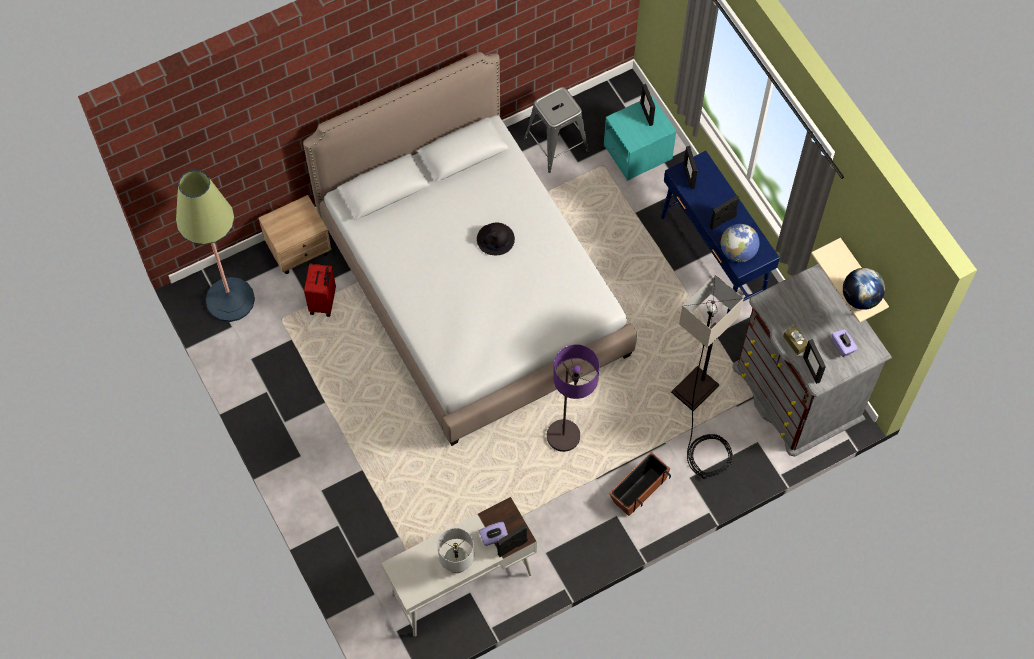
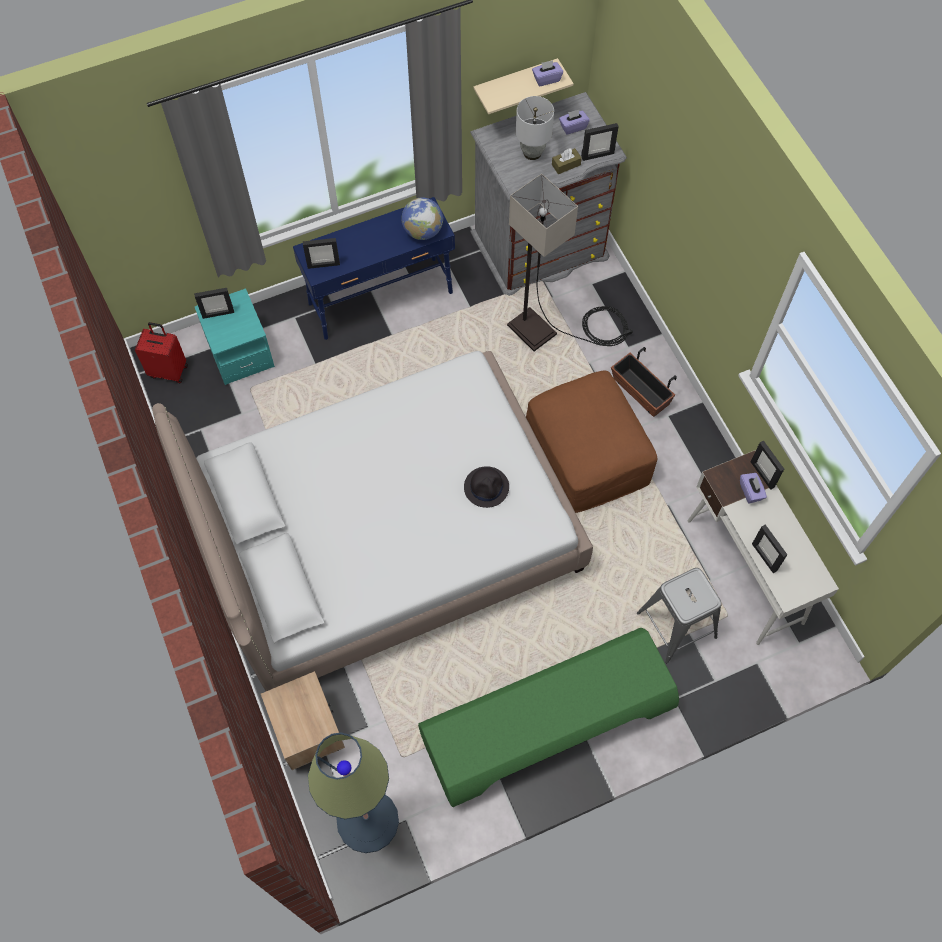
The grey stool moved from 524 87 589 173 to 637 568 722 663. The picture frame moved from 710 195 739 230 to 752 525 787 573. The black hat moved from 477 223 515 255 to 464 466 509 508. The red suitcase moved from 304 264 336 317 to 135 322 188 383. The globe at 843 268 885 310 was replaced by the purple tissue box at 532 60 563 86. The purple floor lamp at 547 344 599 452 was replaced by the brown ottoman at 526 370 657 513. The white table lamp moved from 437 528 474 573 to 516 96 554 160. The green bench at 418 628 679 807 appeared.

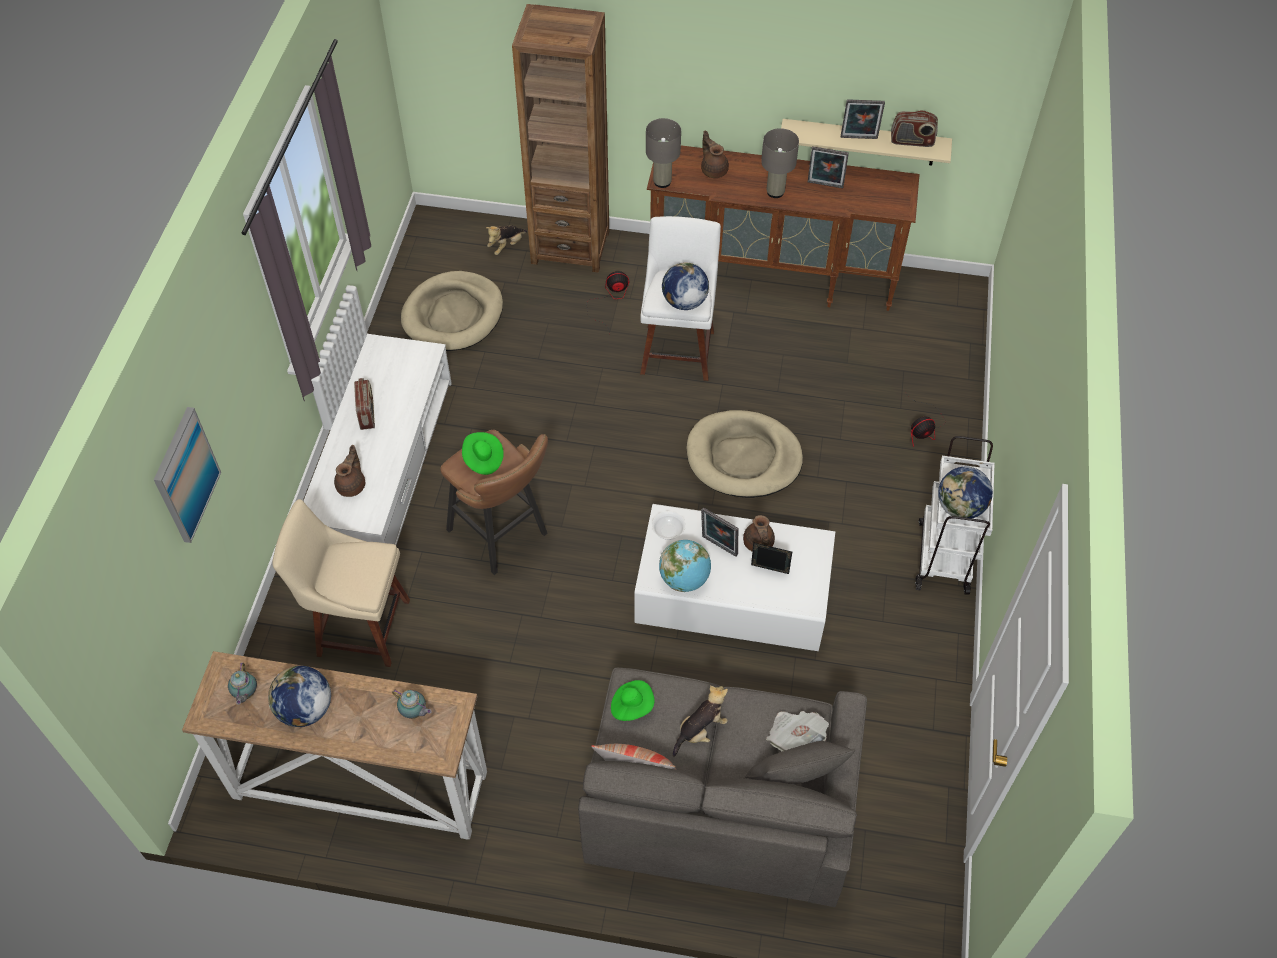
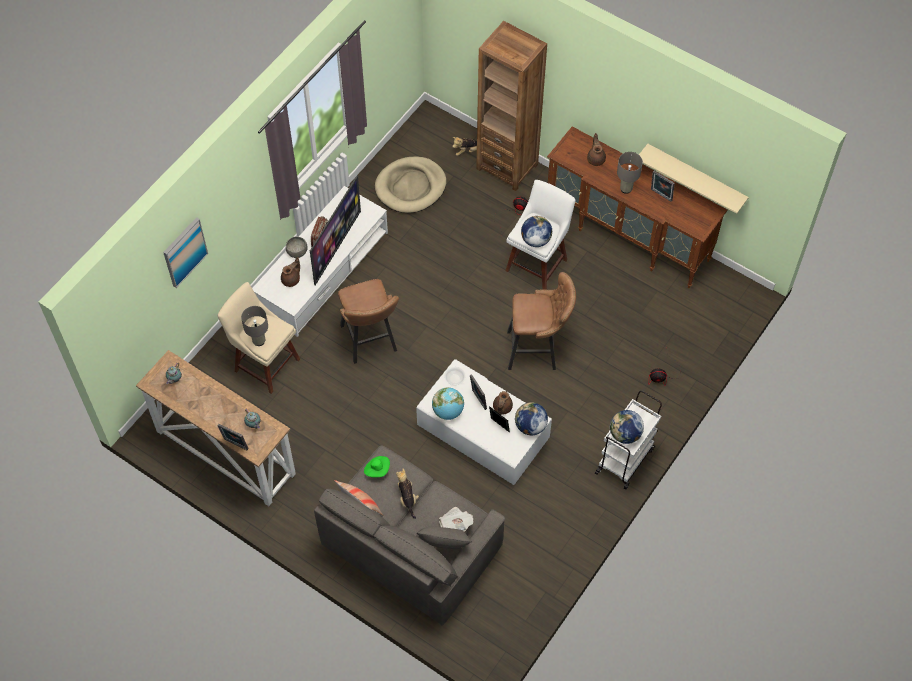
The picture frame moved from 841 100 885 139 to 218 424 249 450. The radio at 891 110 938 147 disappeared. The grey table lamp moved from 646 118 681 188 to 241 306 268 346. The beige dog bed at 687 410 803 498 was replaced by the brown stool at 507 272 576 370. The green hat at 462 432 504 475 disappeared. The globe moved from 268 666 331 727 to 515 402 548 435. The plush toy at 673 685 728 757 turned 90 degrees counterclockwise. The television at 310 176 361 285 appeared. The grey bowl at 286 237 308 258 appeared.

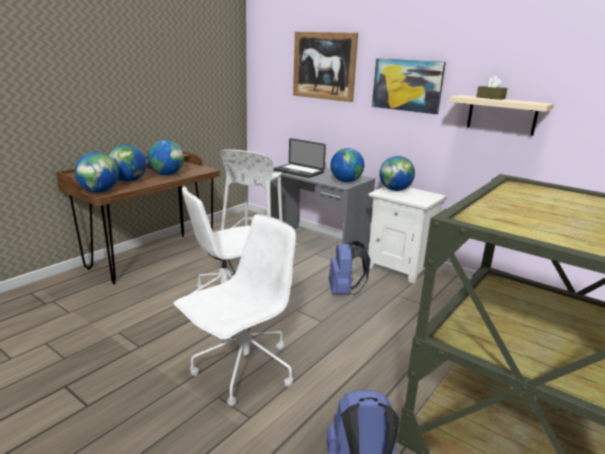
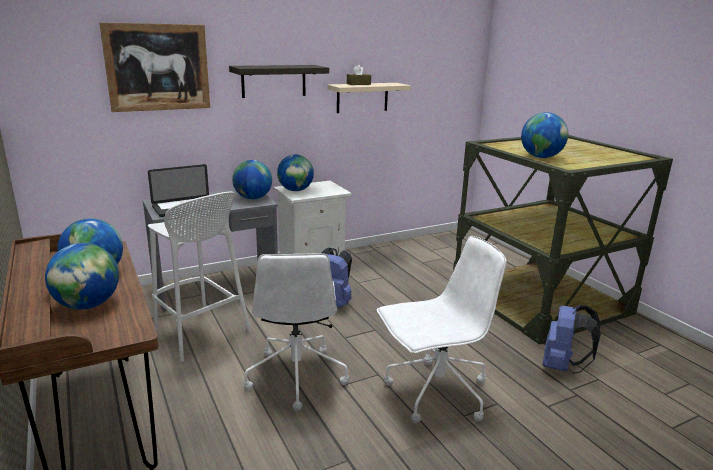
The picture at 372 58 446 115 was replaced by the shelf at 229 65 329 98. The globe moved from 75 152 119 193 to 521 112 568 158. The white office chair at 173 214 296 407 turned 90 degrees clockwise.

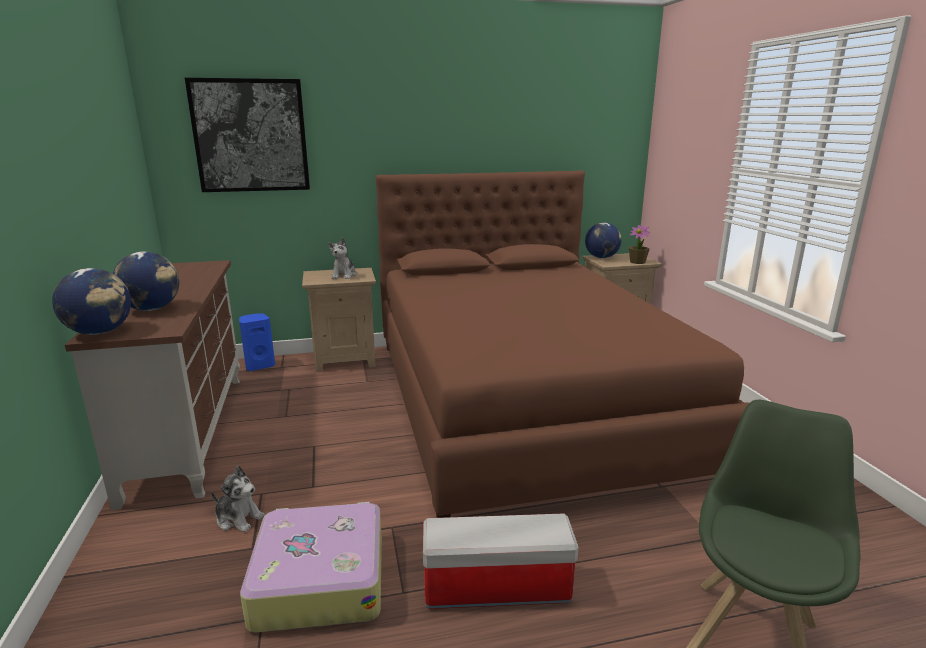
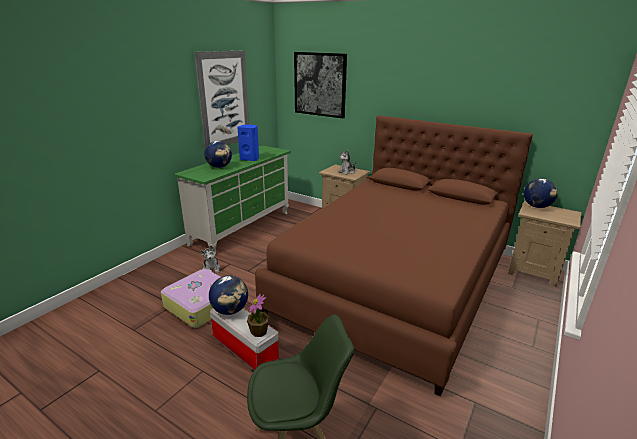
The potted plant moved from 629 225 651 264 to 247 294 270 337. The brown dresser at 65 260 240 511 became the green dresser at 174 146 291 254. The globe moved from 52 268 131 335 to 209 275 248 315. The blue speaker moved from 239 313 275 371 to 237 124 259 161. The picture at 194 50 249 148 appeared.

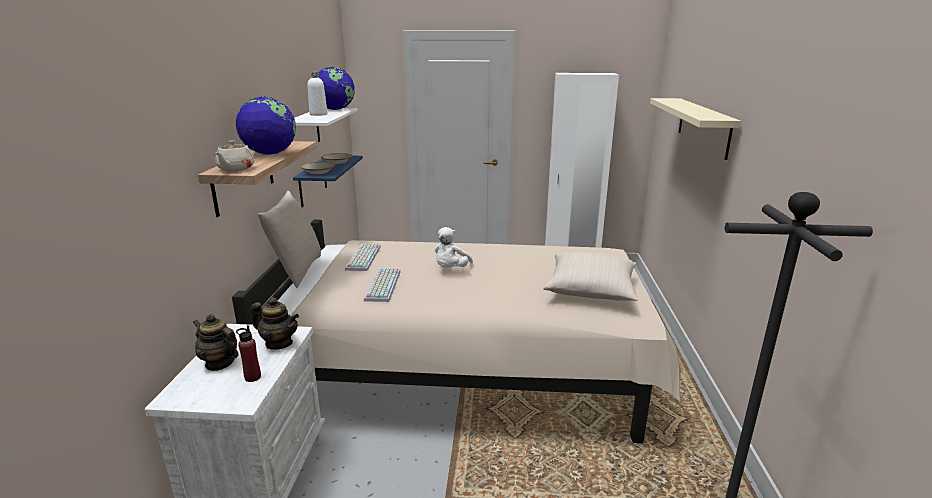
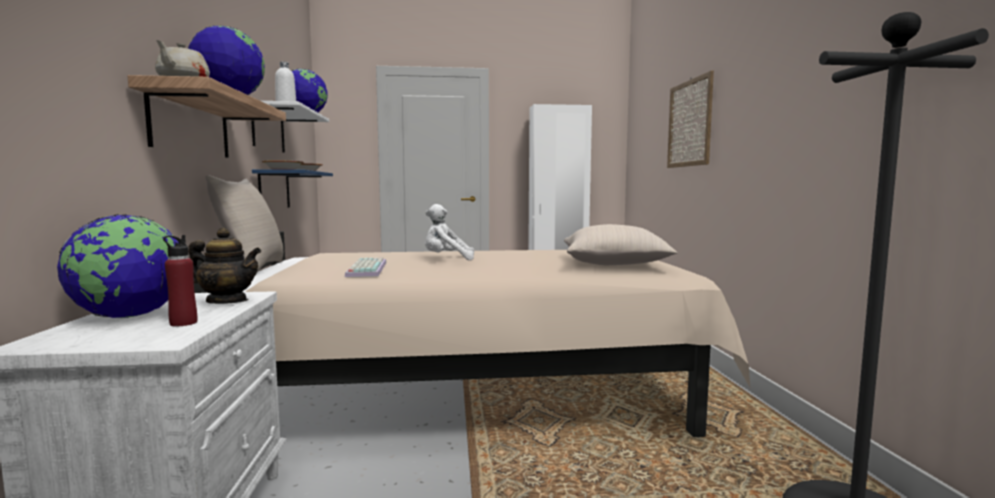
The beige shelf at 650 98 741 160 was replaced by the picture at 667 71 714 168. The white plush toy at 435 227 473 267 turned 75 degrees clockwise. The keyboard at 345 244 381 271 disappeared. The teapot at 193 314 239 371 was replaced by the globe at 57 214 179 318.

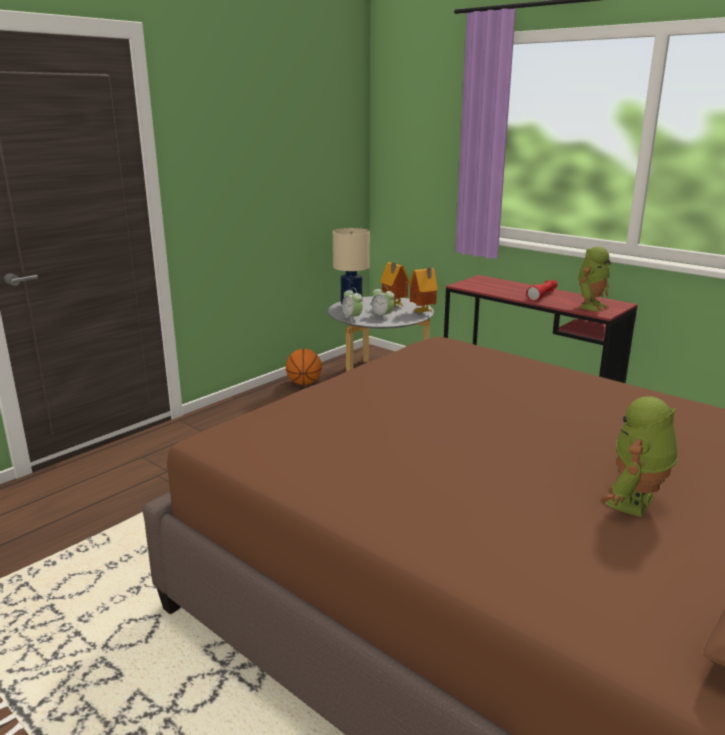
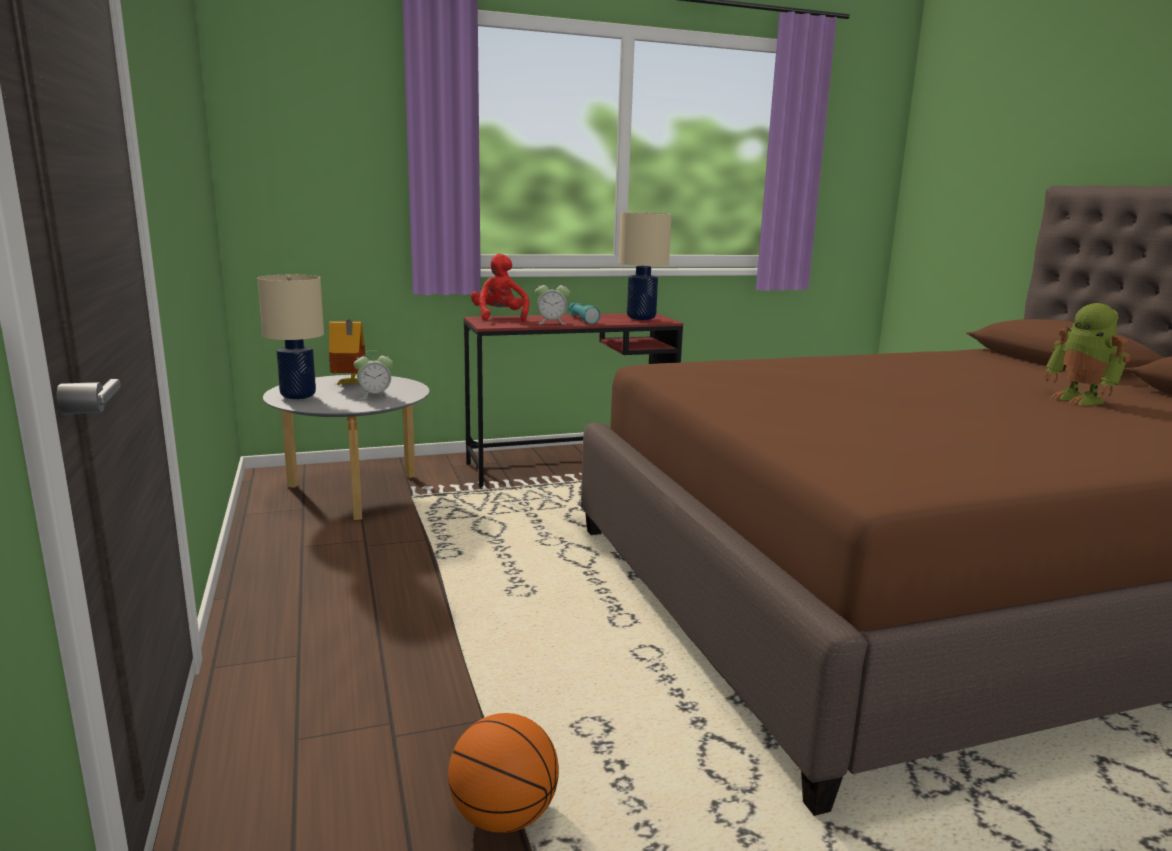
The toy robot at 578 246 611 311 was replaced by the beige table lamp at 619 212 672 320. The toy house at 409 268 438 313 disappeared. The red flashlight at 526 280 558 301 became the turquoise flashlight at 568 303 600 324. The alarm clock moved from 342 287 363 322 to 535 285 570 325. The basketball moved from 286 349 322 385 to 448 713 559 833. The red plush toy at 471 254 529 322 appeared.

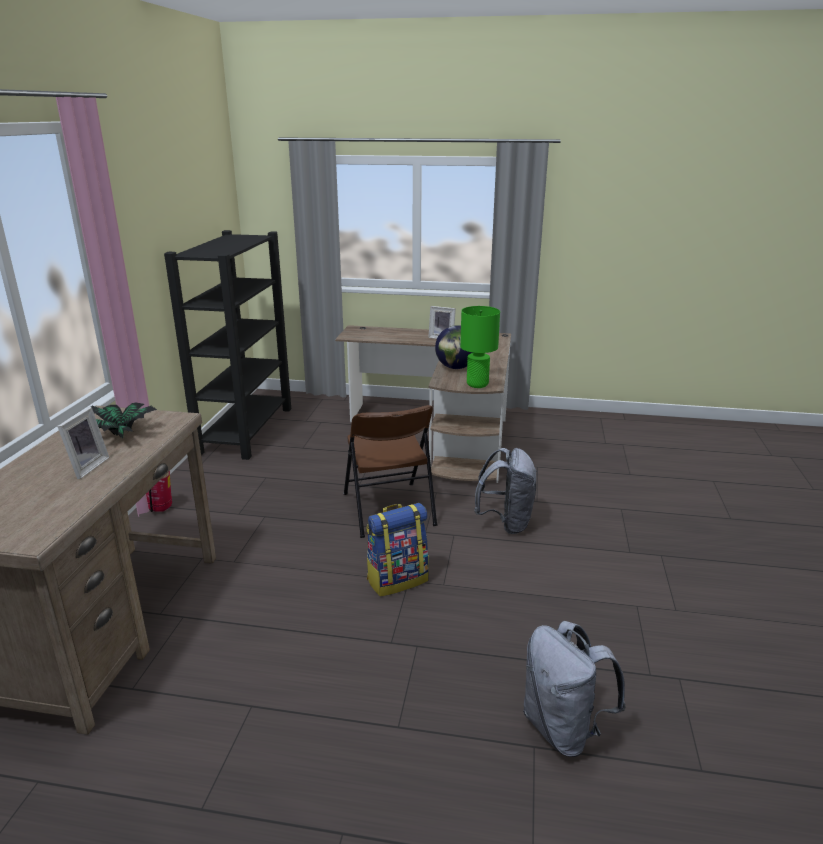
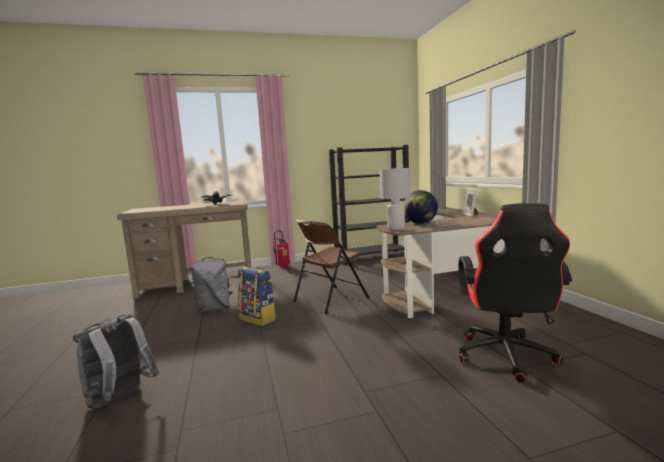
The green table lamp at 460 306 500 388 became the grey table lamp at 380 168 410 231. The picture frame at 57 407 109 479 disappeared. The grey backpack moved from 474 448 537 534 to 191 257 233 312. The black office chair at 458 203 572 383 appeared.

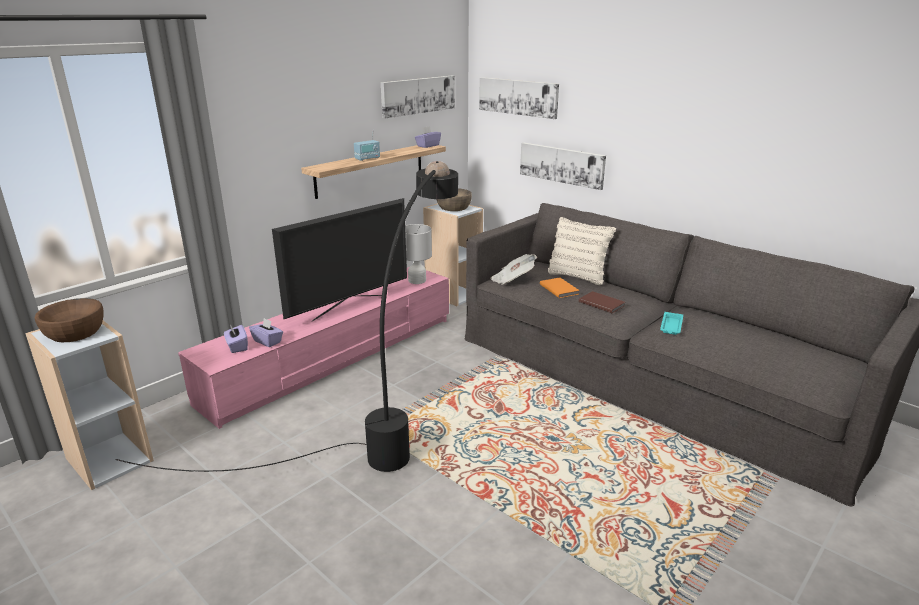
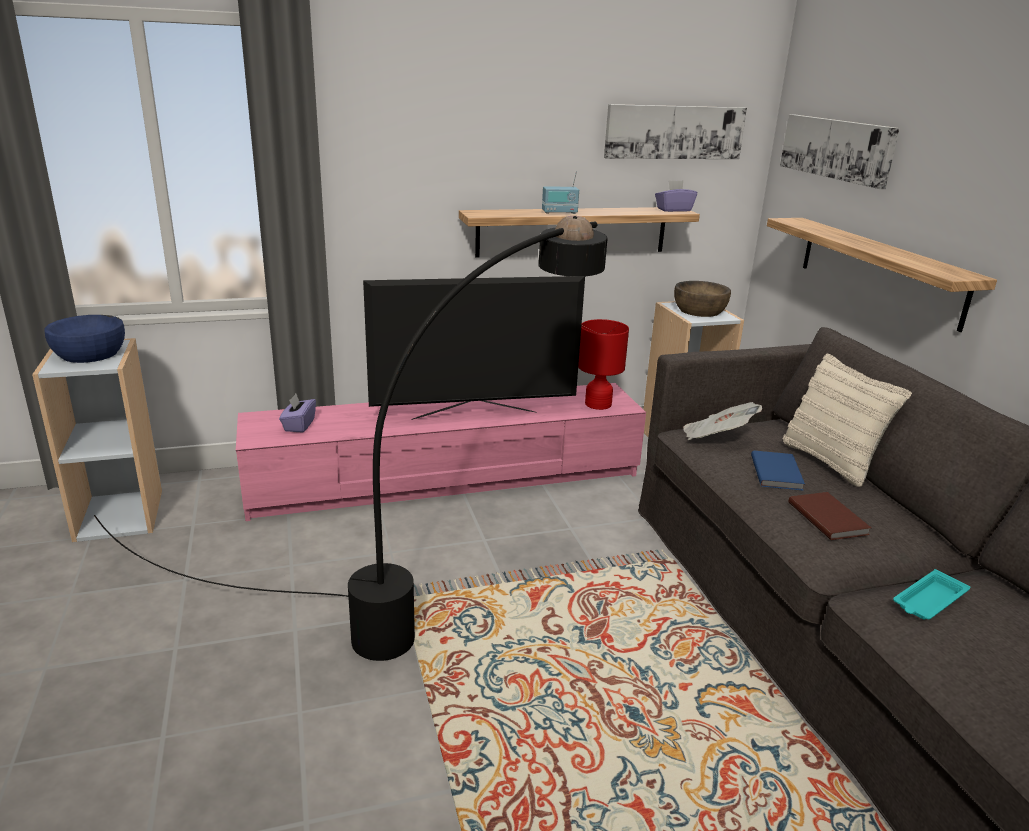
The picture at 520 143 606 190 was replaced by the shelf at 767 218 997 332. The grey table lamp at 405 224 432 284 became the red table lamp at 578 319 629 410. The orange book at 540 278 580 298 became the blue book at 751 451 805 491. The brown bowl at 35 298 104 342 became the blue bowl at 44 315 125 363. The purple tissue box at 249 318 283 347 disappeared.

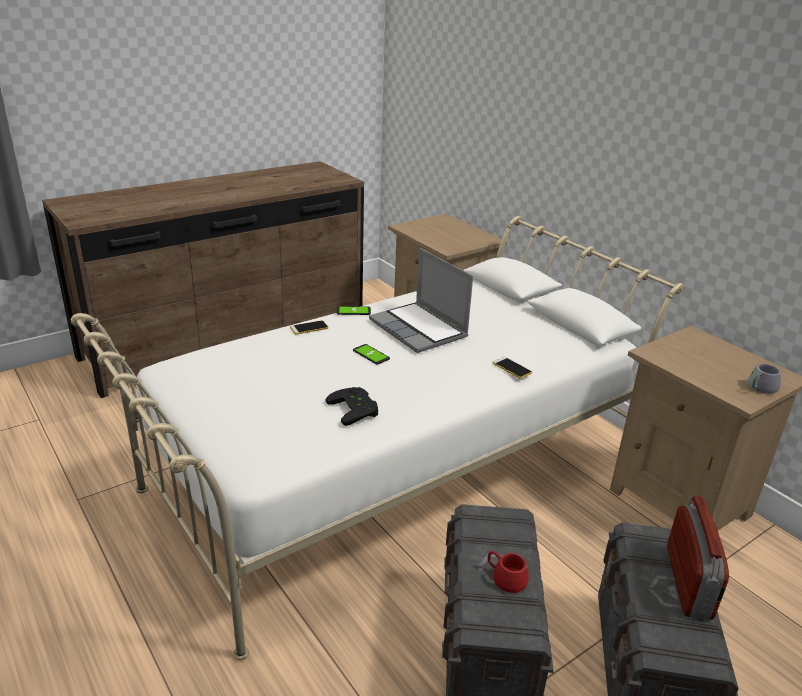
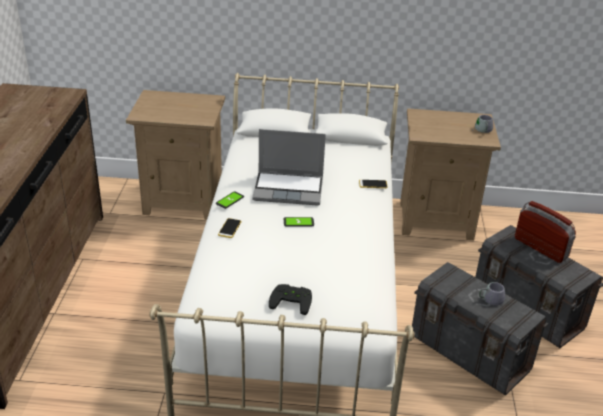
The black game controller moved from 325 387 378 426 to 269 284 312 315. The red mug at 488 551 529 593 became the grey mug at 479 282 505 305.

